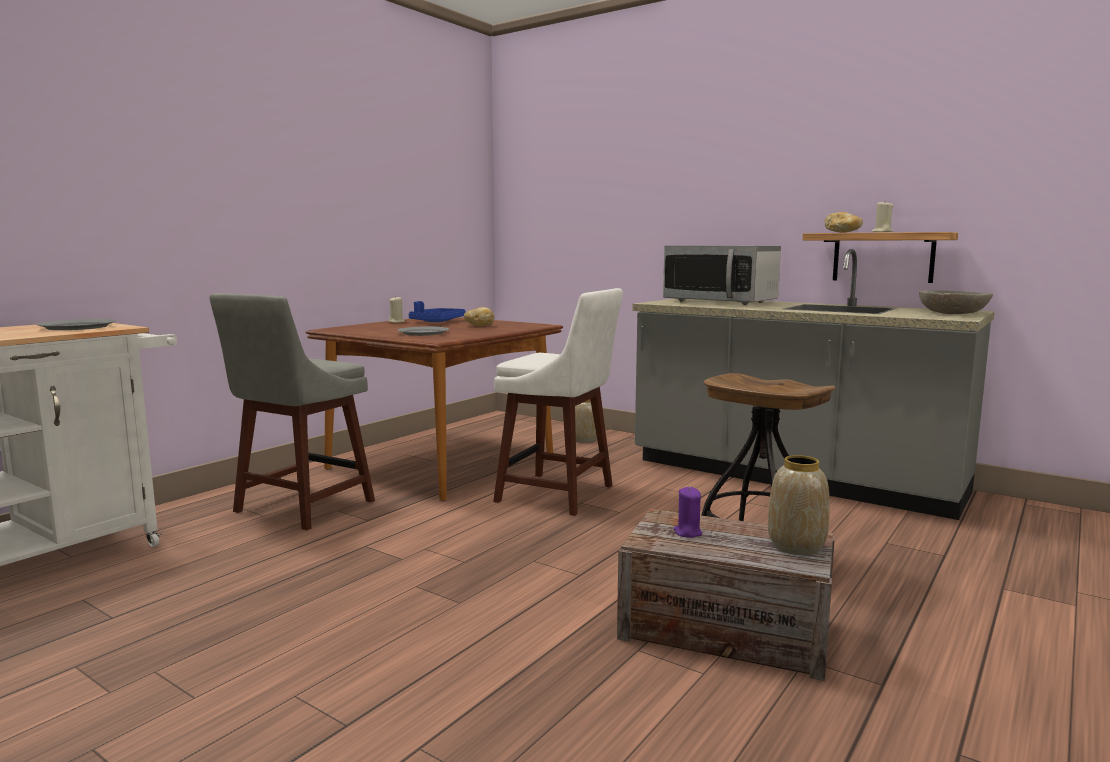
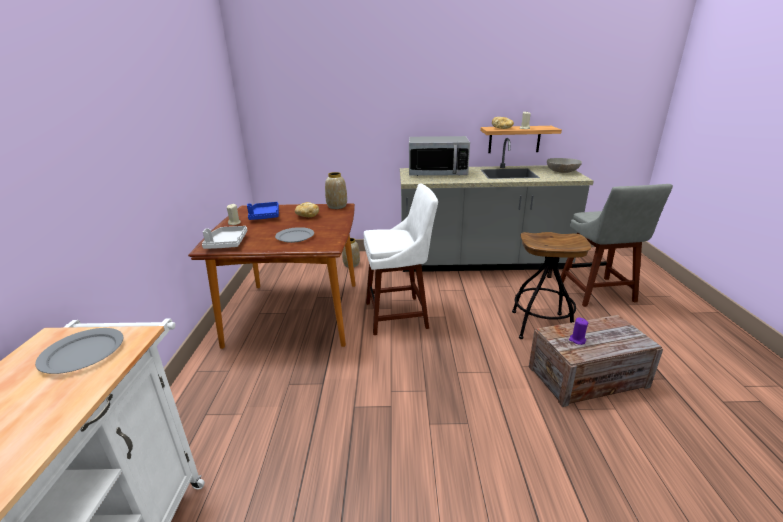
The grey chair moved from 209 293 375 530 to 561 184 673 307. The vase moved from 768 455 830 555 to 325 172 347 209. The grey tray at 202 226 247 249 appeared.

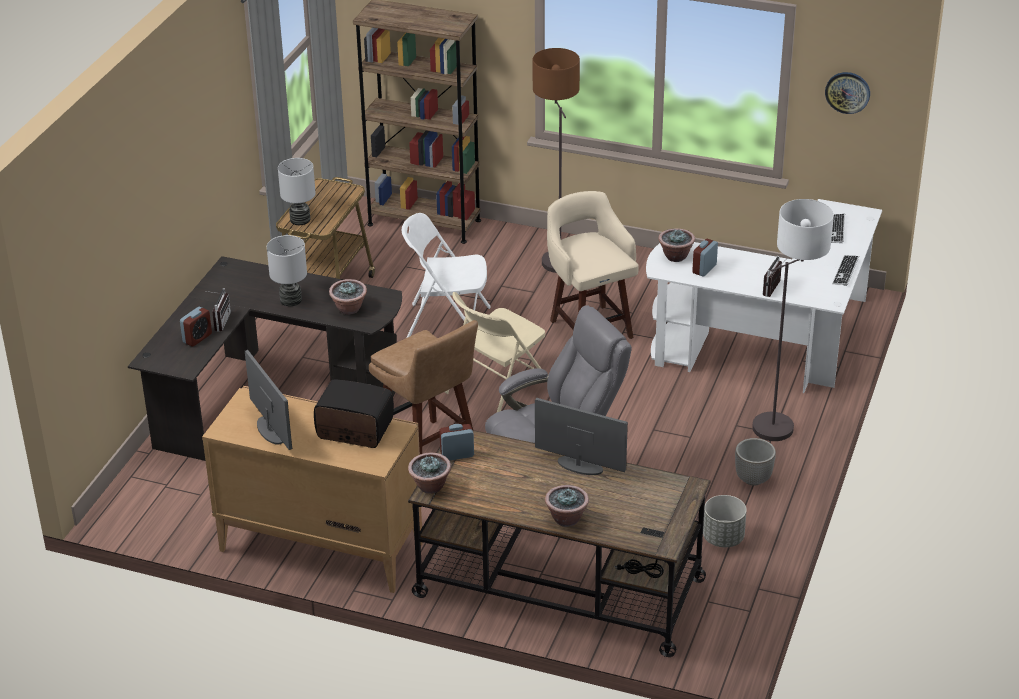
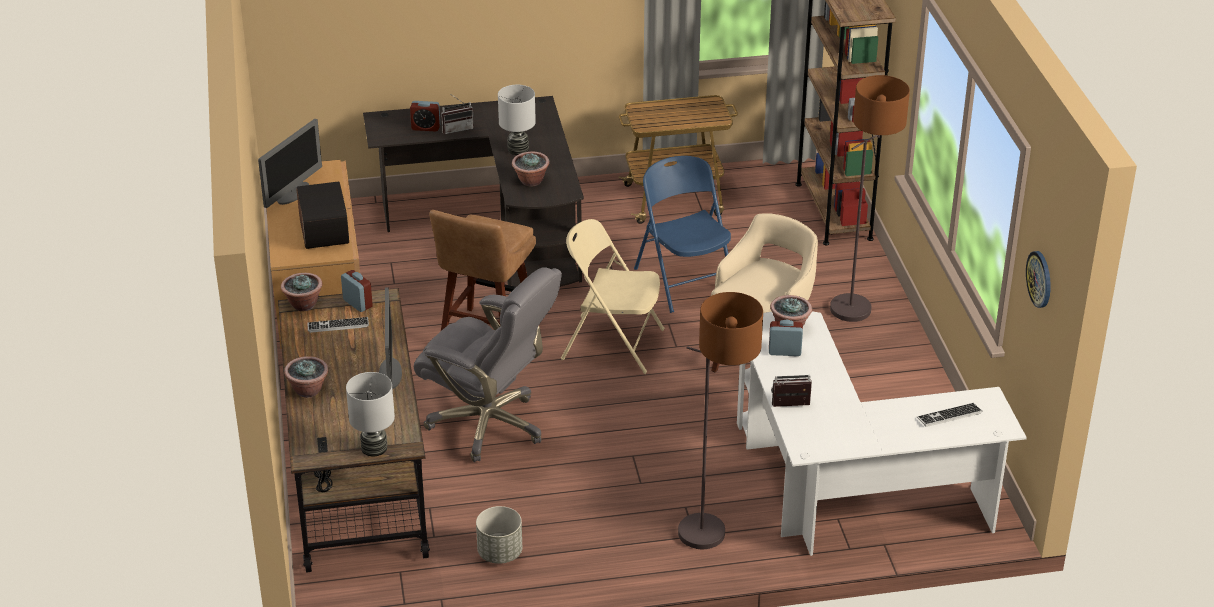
The grey table lamp moved from 278 158 316 225 to 346 372 395 456. The white floor lamp at 752 199 834 441 became the brown floor lamp at 678 292 763 549. The white chair at 402 213 491 338 became the blue chair at 634 156 731 313. The keyboard moved from 832 255 859 286 to 308 317 369 333. The planter at 735 438 776 486 disappeared.

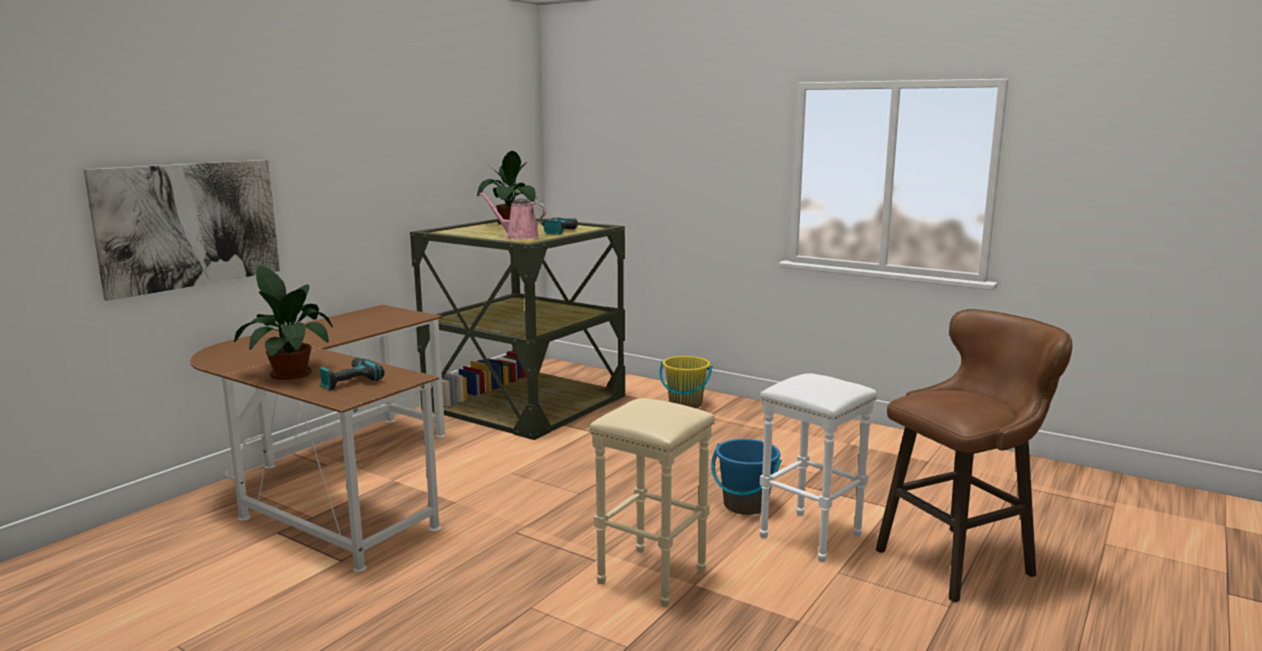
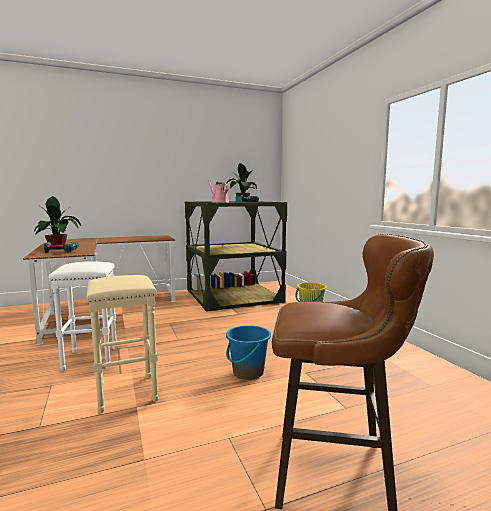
The picture at 84 160 280 301 disappeared. The white stool moved from 760 373 877 562 to 49 262 117 371.

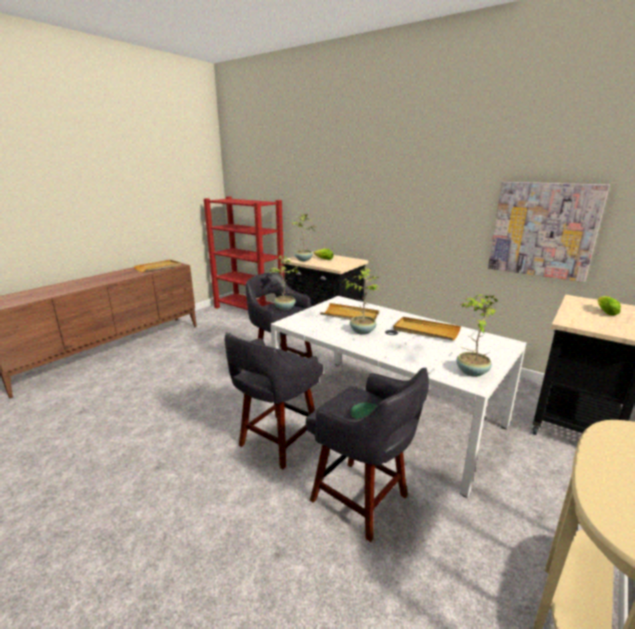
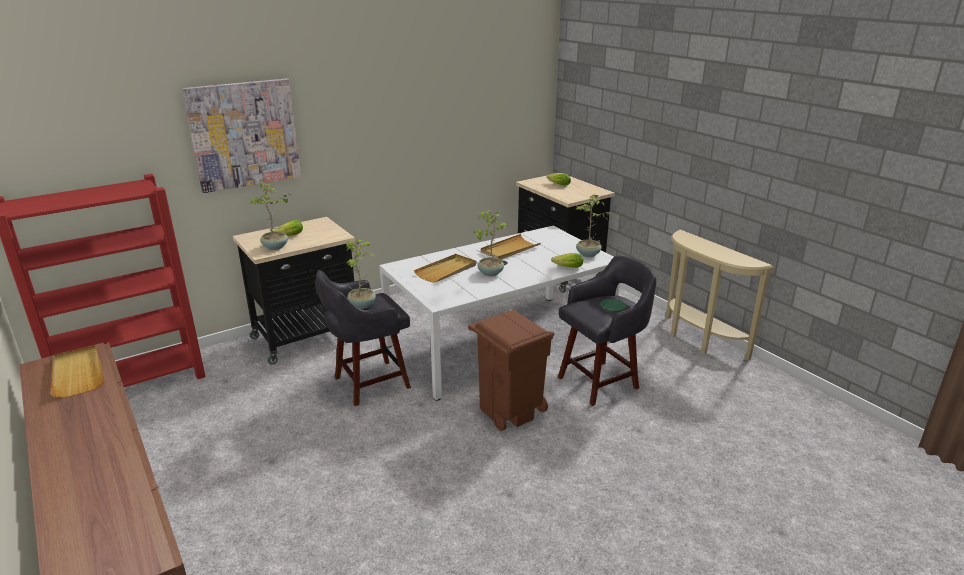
The picture moved from 488 182 610 282 to 182 78 301 193. The grey stool at 225 333 323 469 was replaced by the brown trash can at 468 310 554 431. The lettuce at 551 253 583 268 appeared.

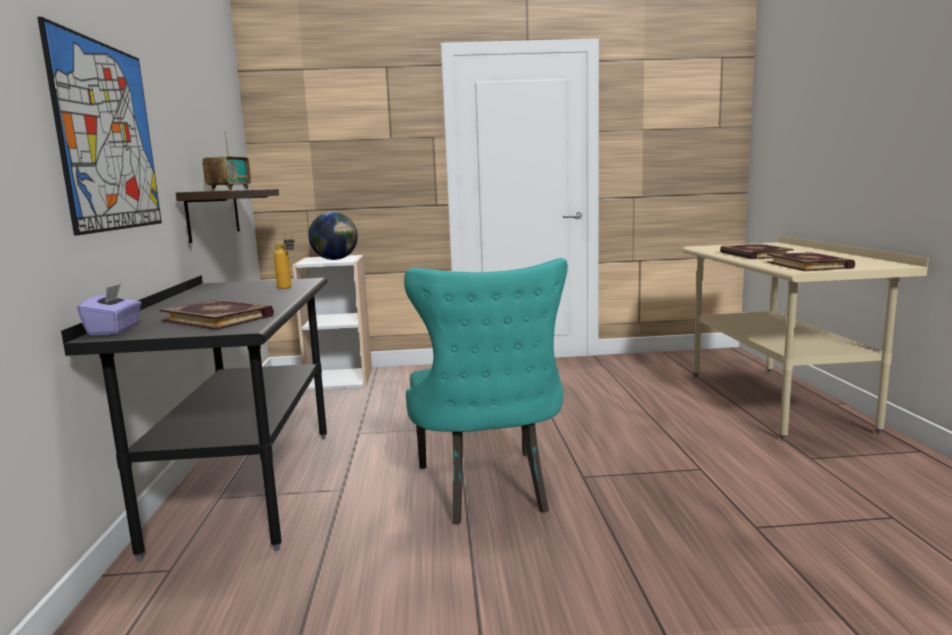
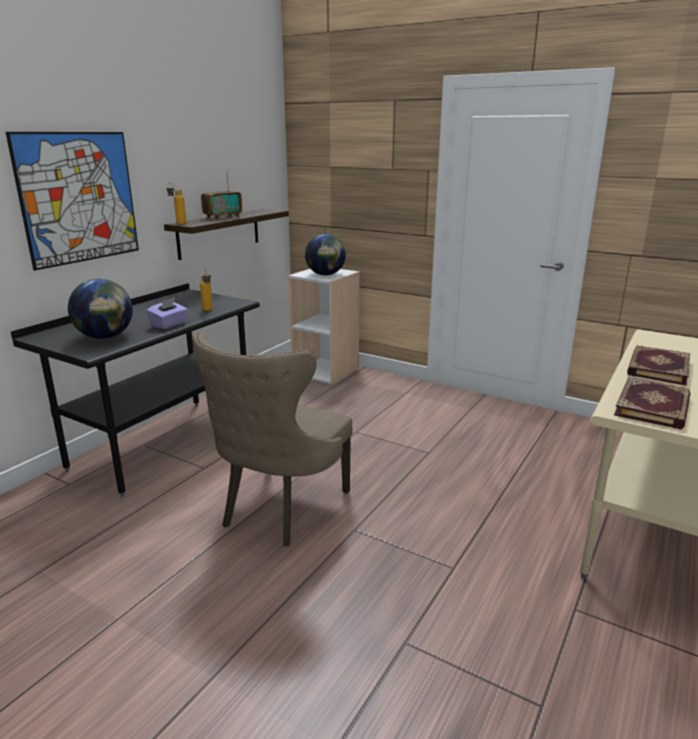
The turquoise chair at 404 258 568 525 became the beige chair at 193 333 353 546. The purple tissue box moved from 77 284 141 336 to 146 298 188 329. The book at 160 299 274 330 was replaced by the globe at 68 279 133 339. The bottle at 166 183 187 224 appeared.

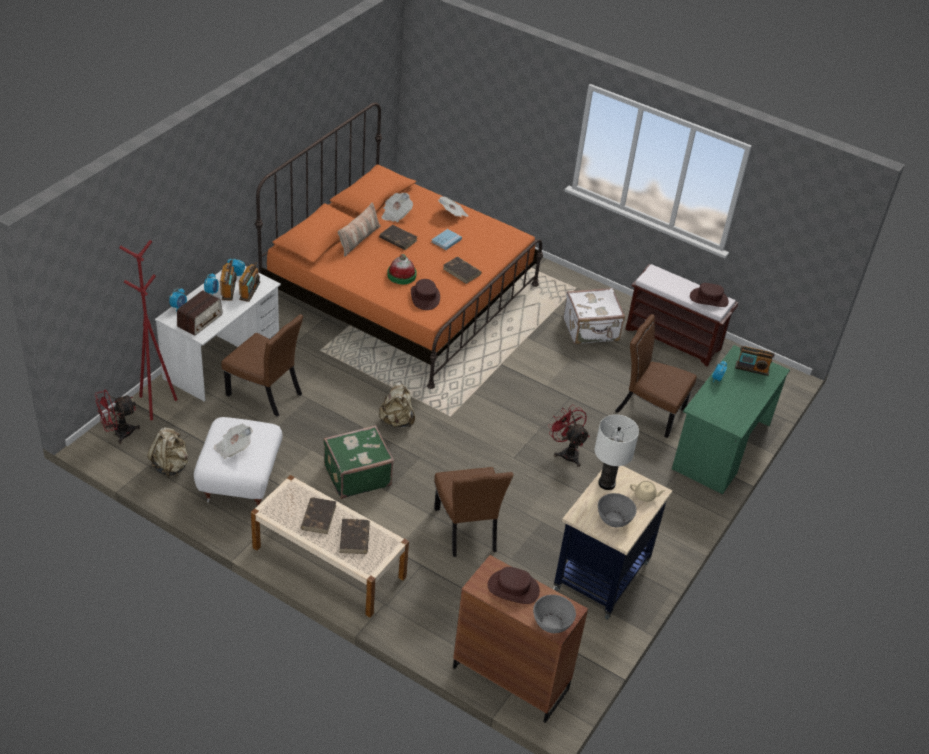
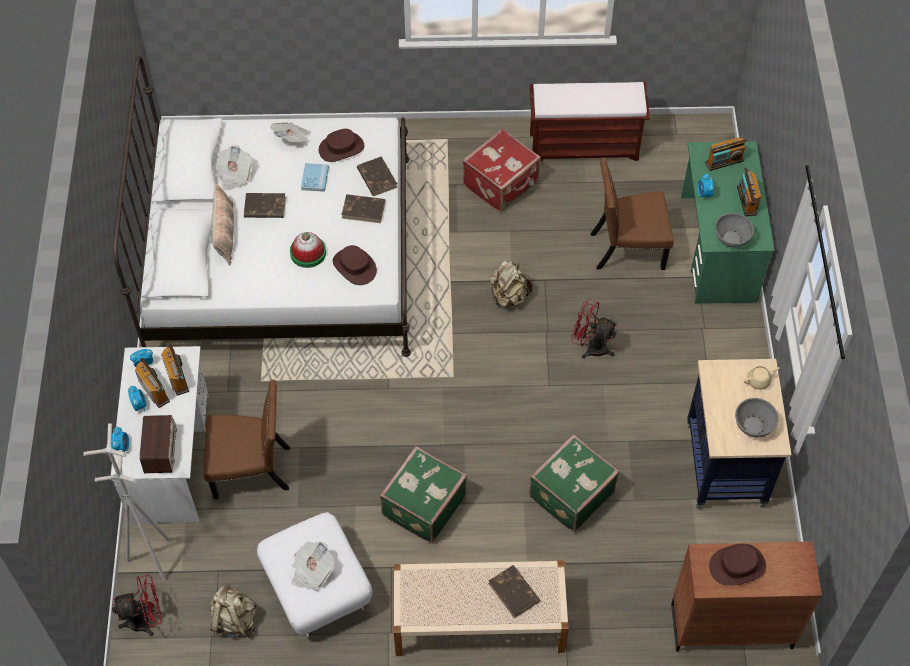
The orange bed at 255 103 543 389 became the white bed at 113 56 411 357. The red clothes rack at 119 240 178 420 became the grey clothes rack at 83 423 170 582. The brown hat moved from 690 283 729 307 to 319 129 364 162. The white suitcase at 564 288 625 344 became the red suitcase at 463 128 541 212. The beige backpack moved from 379 383 415 427 to 489 260 532 307. The red fan at 95 389 140 444 turned 135 degrees counterclockwise. The white table lamp at 594 415 639 490 disappeared. The brown chair at 434 467 514 557 was replaced by the green suitcase at 529 434 619 532. The brown book moved from 301 497 337 534 to 357 156 397 196. The grey bowl moved from 533 595 576 633 to 715 213 754 248. The radio at 737 167 761 216 appeared.

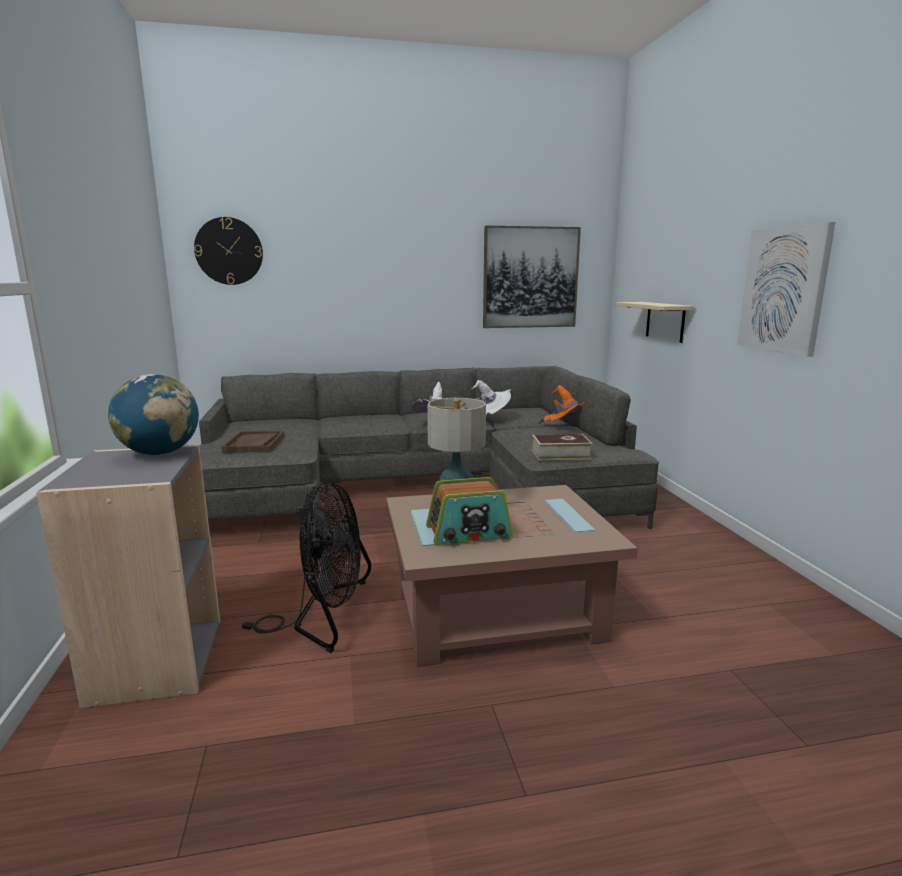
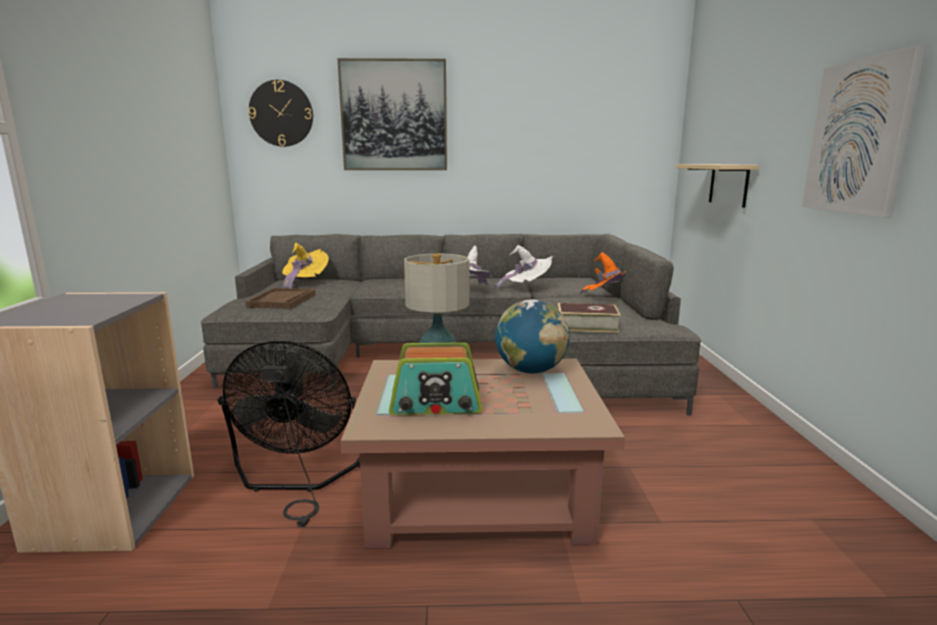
The picture moved from 483 226 581 328 to 338 58 447 170. The globe moved from 108 374 199 455 to 495 299 570 373. The black fan at 241 482 371 653 turned 105 degrees counterclockwise. The yellow hat at 282 243 329 288 appeared.

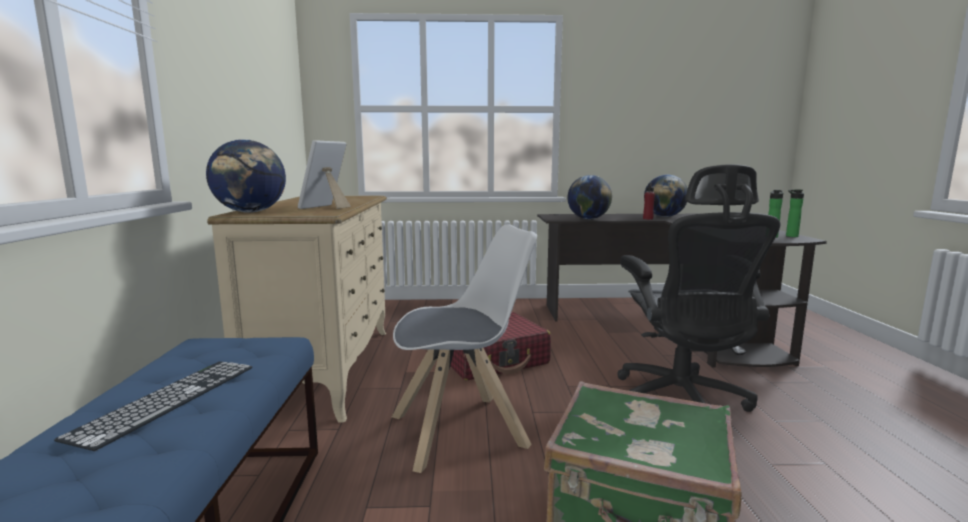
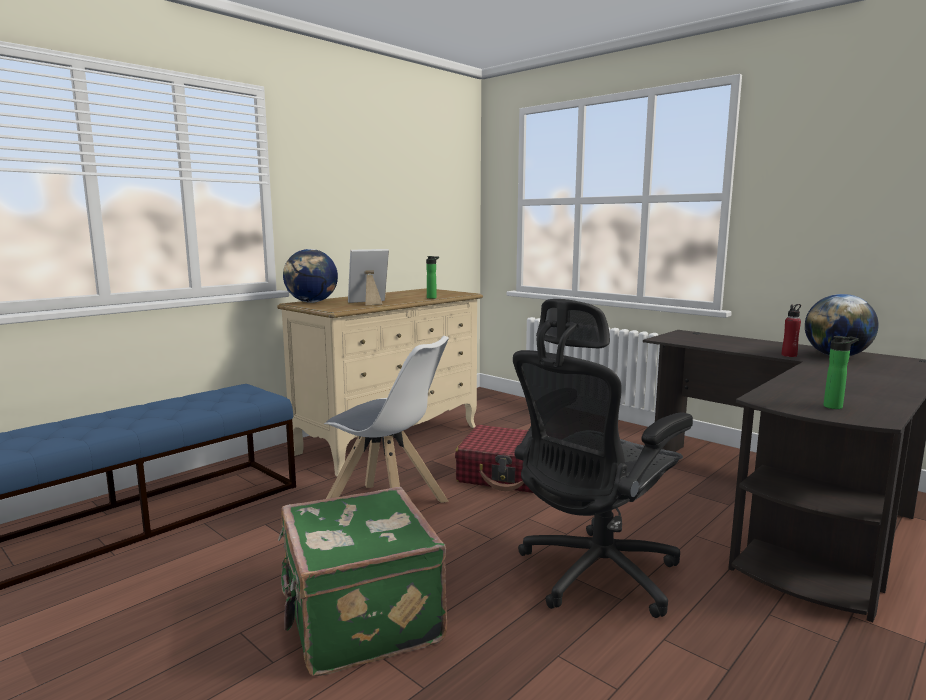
The globe at 568 175 612 219 disappeared. The bottle moved from 786 190 804 237 to 426 256 439 299. The keyboard at 54 361 253 451 disappeared.

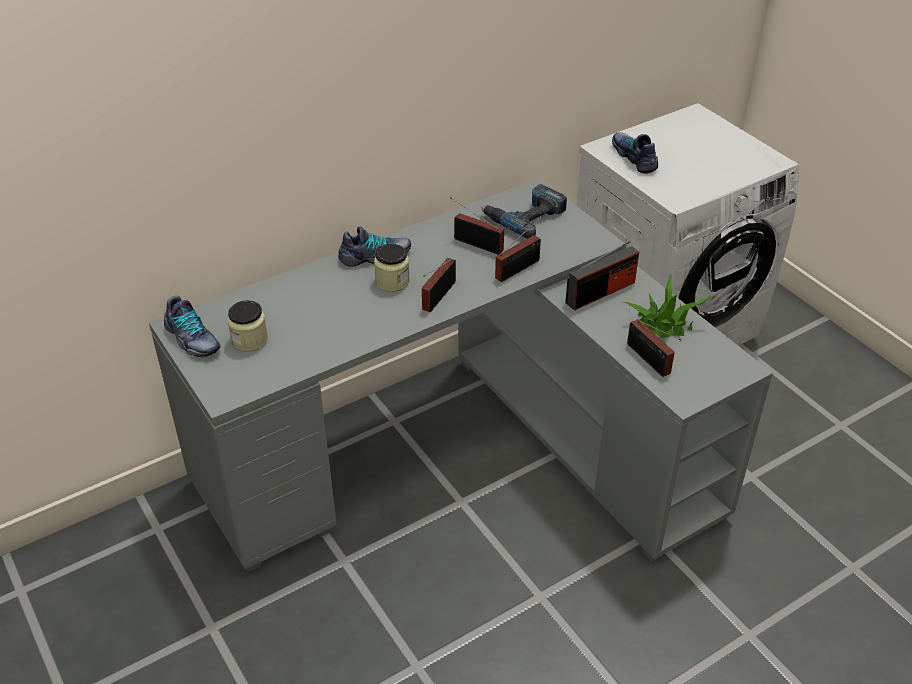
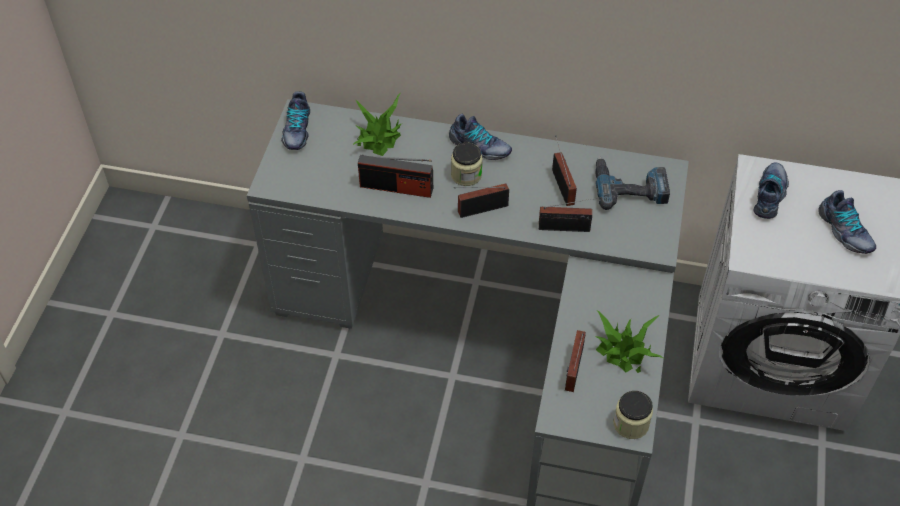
The radio moved from 565 241 639 311 to 358 155 433 198. The jar moved from 227 300 268 352 to 613 391 653 439. The potted plant at 353 93 401 156 appeared. The shoe at 819 190 876 254 appeared.

